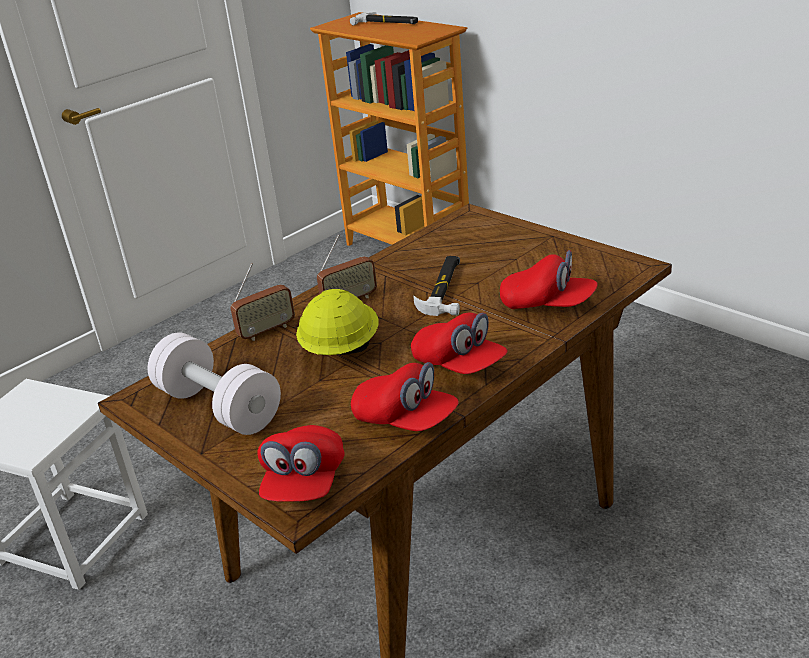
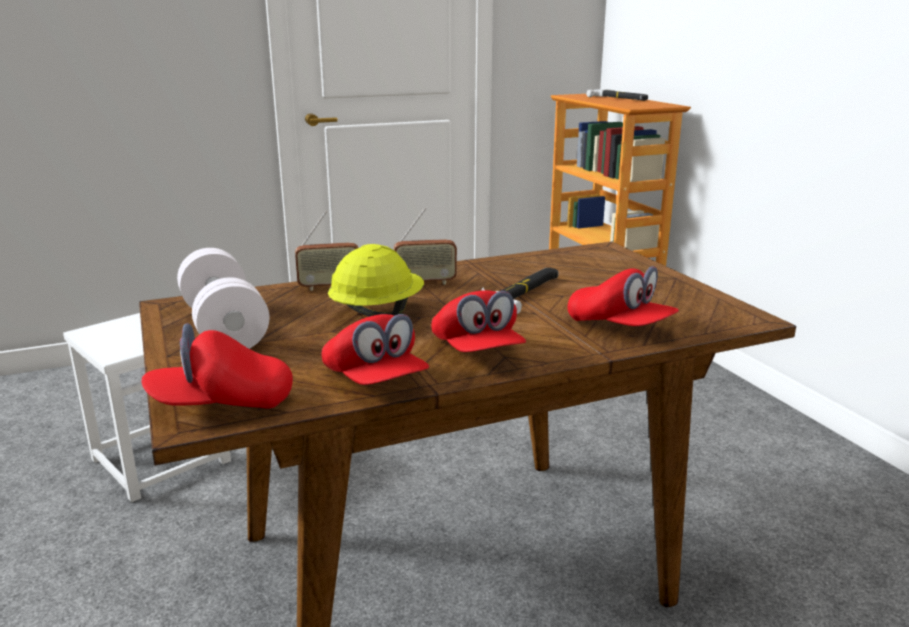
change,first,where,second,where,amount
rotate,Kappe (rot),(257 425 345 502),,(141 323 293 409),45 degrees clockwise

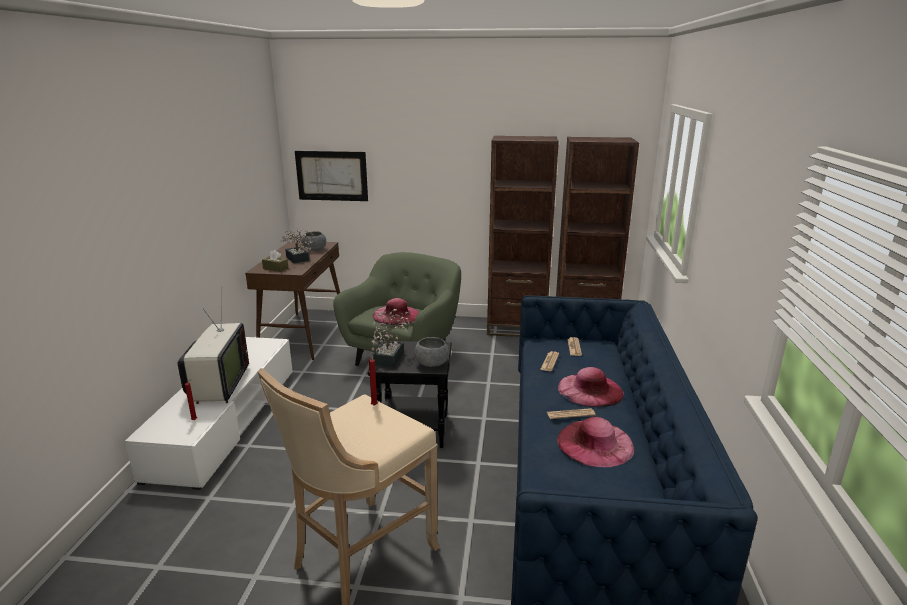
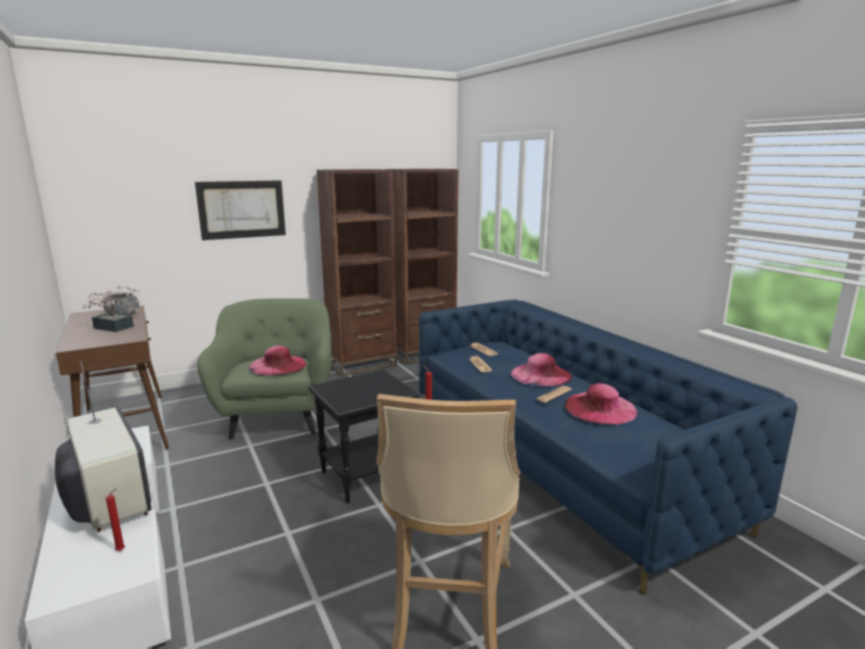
change,first,where,second,where,amount
delete,Taschentuchbox (braun),(262 250 288 272),,,
delete,Topfpflanze,(371 309 410 368),,,
delete,Schüssel (grau),(414 337 449 367),,,
move,Bild,(295 151 368 201),,(195 180 286 240),

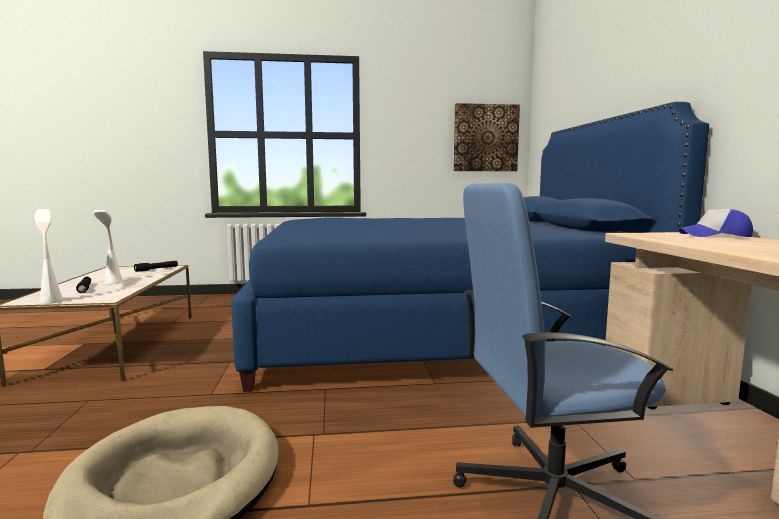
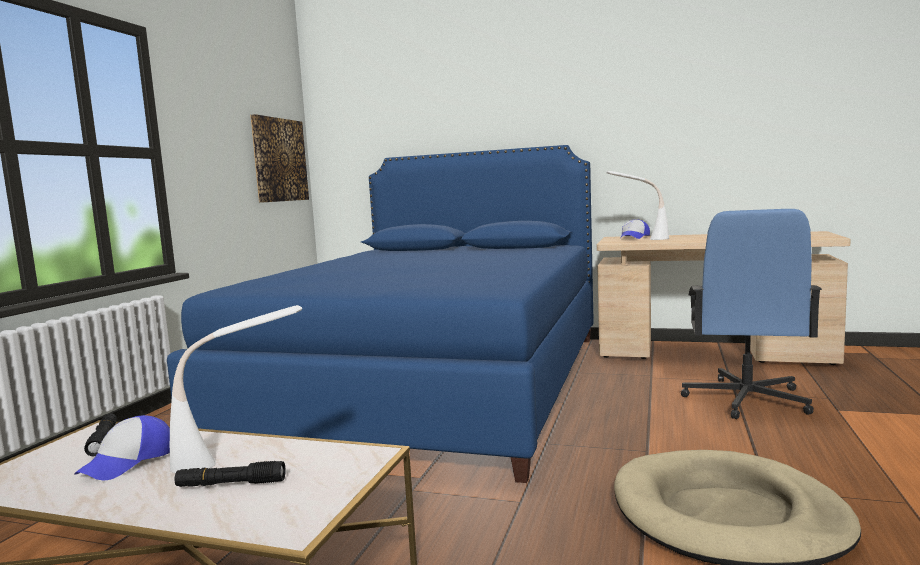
change,first,where,second,where,amount
insert,,,Kappe,(74 415 170 480),
move,Tischlampe (weiß),(35 209 63 304),,(607 171 669 240),

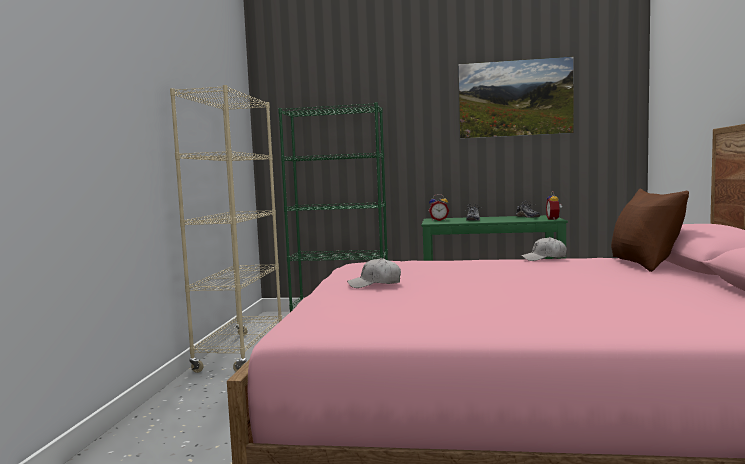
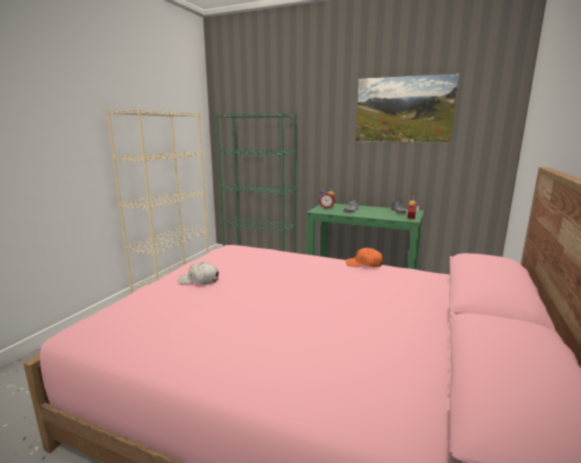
change,first,where,second,where,amount
delete,Kissen (braun),(611 189 689 272),,,
recolor,Kappe (weiß),(521 237 567 261),Kappe (orange),(346 248 383 267),

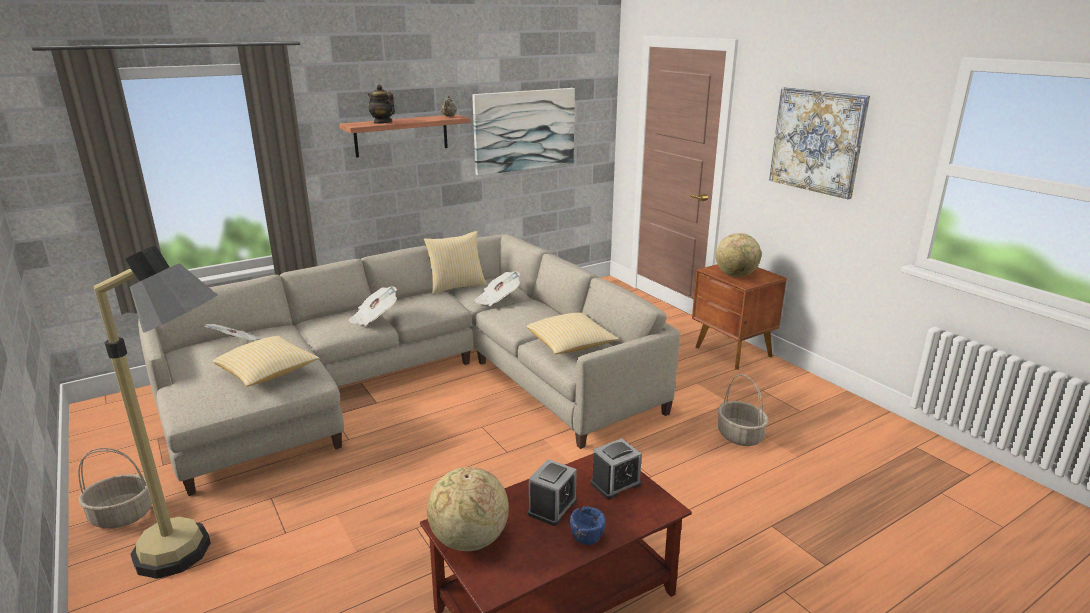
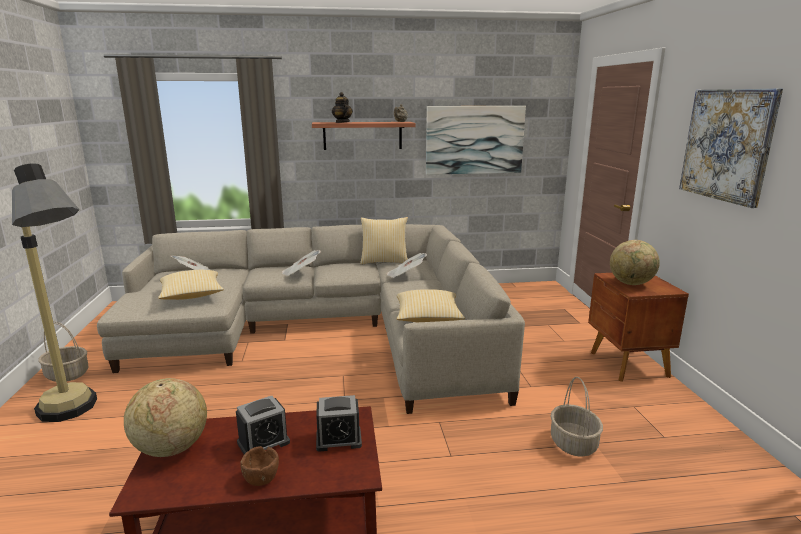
change,first,where,second,where,amount
recolor,Schüssel (blau),(570 506 606 545),Schüssel (braun),(240 446 279 486),

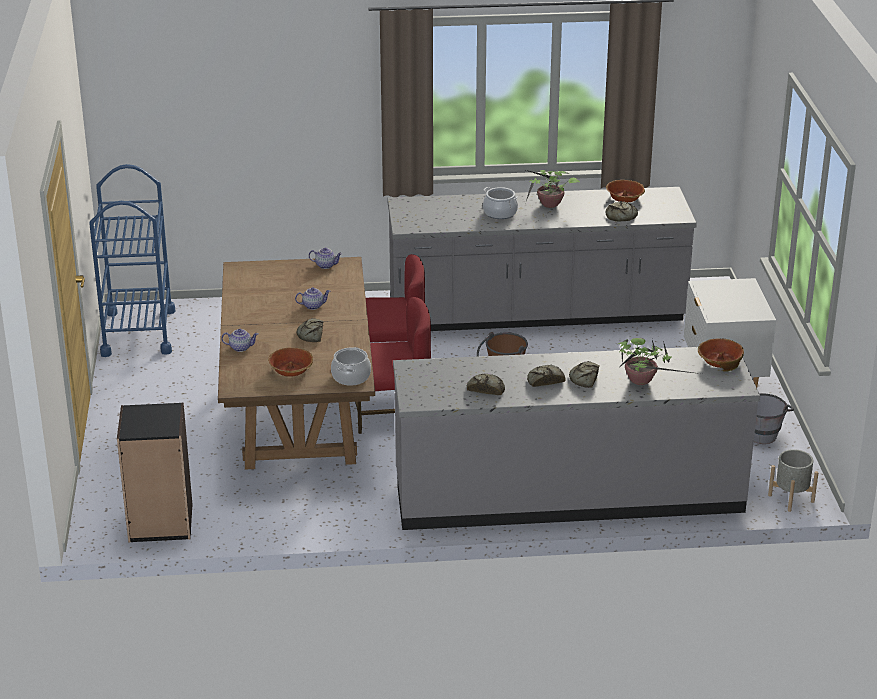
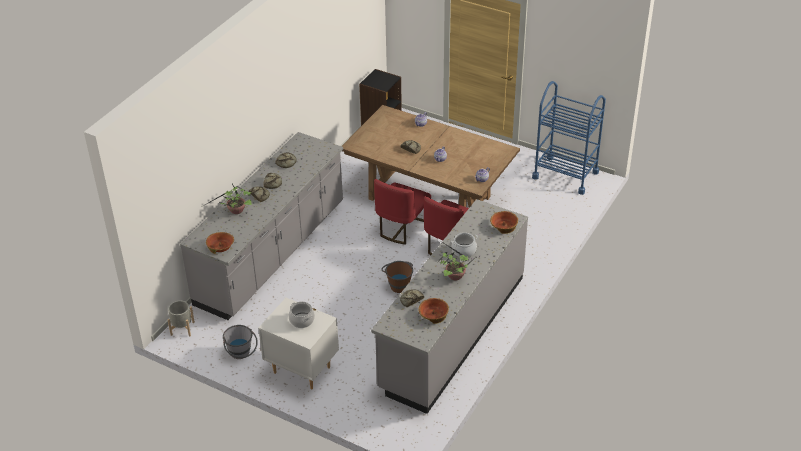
change,first,where,second,where,amount
move,Schüssel,(268 348 313 377),,(490 211 518 234),
move,Kochtopf,(331 347 371 386),,(288 302 315 328),

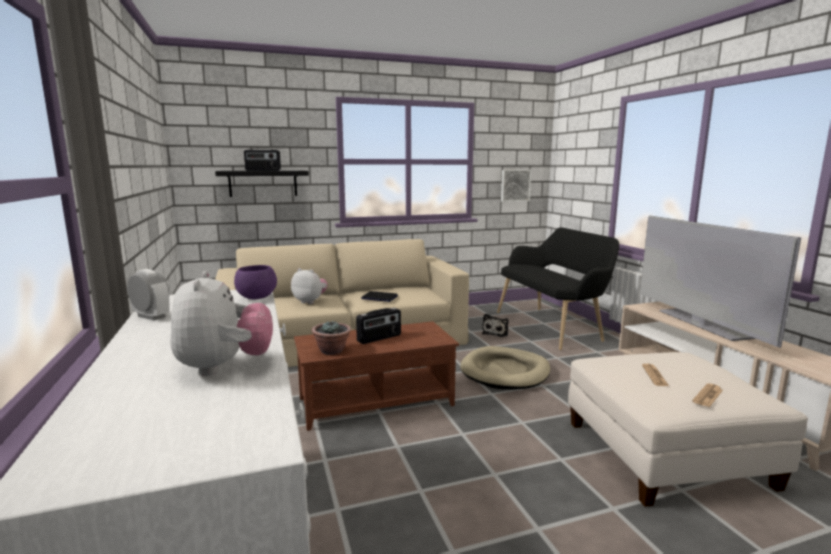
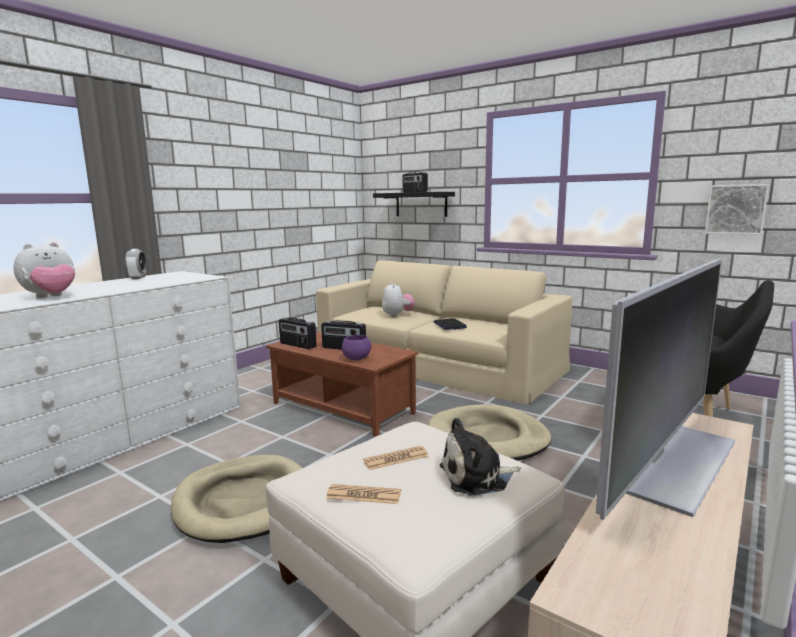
change,first,where,second,where,amount
insert,,,Hundebett (beige),(171 455 302 543),
move,Schüssel (lila),(234 265 277 299),,(342 335 371 360),
move,Plüschtier,(482 314 509 337),,(440 418 521 496),
replace,Topfpflanze,(312 321 351 355),Radio,(279 318 317 349),

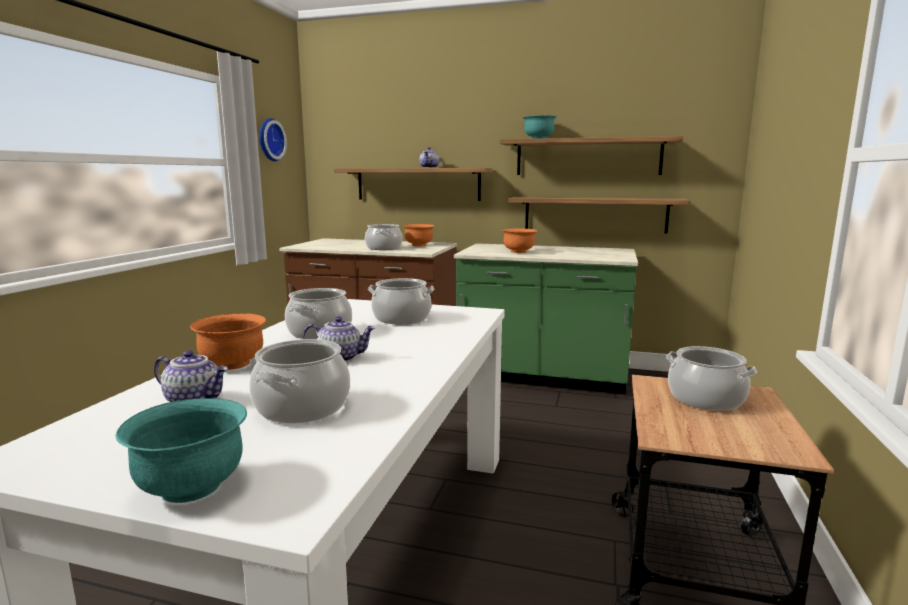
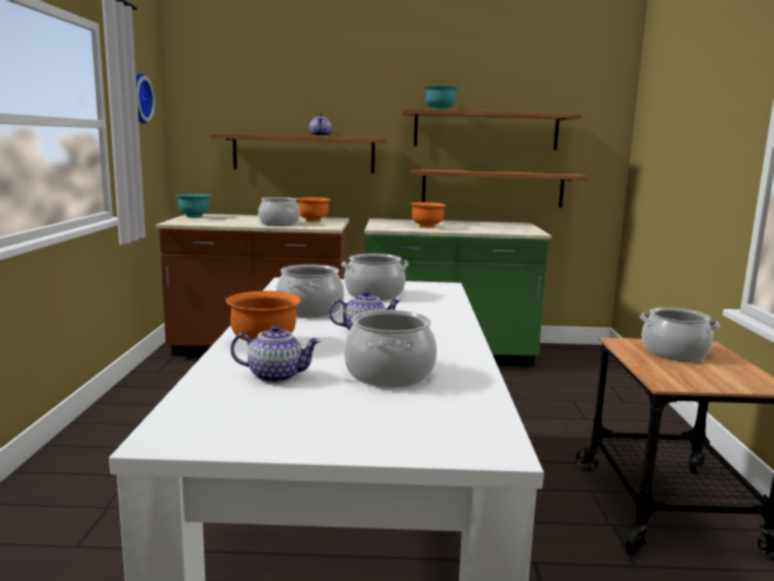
change,first,where,second,where,amount
move,Schüssel (türkis),(115 398 247 503),,(176 194 211 218),

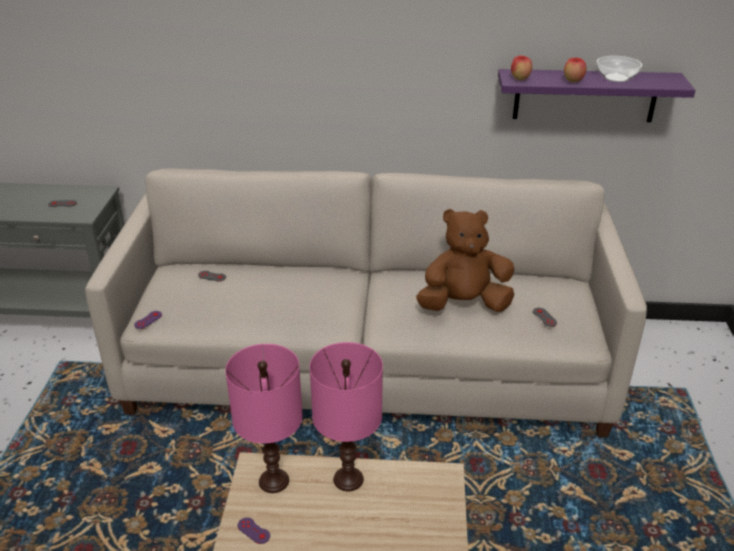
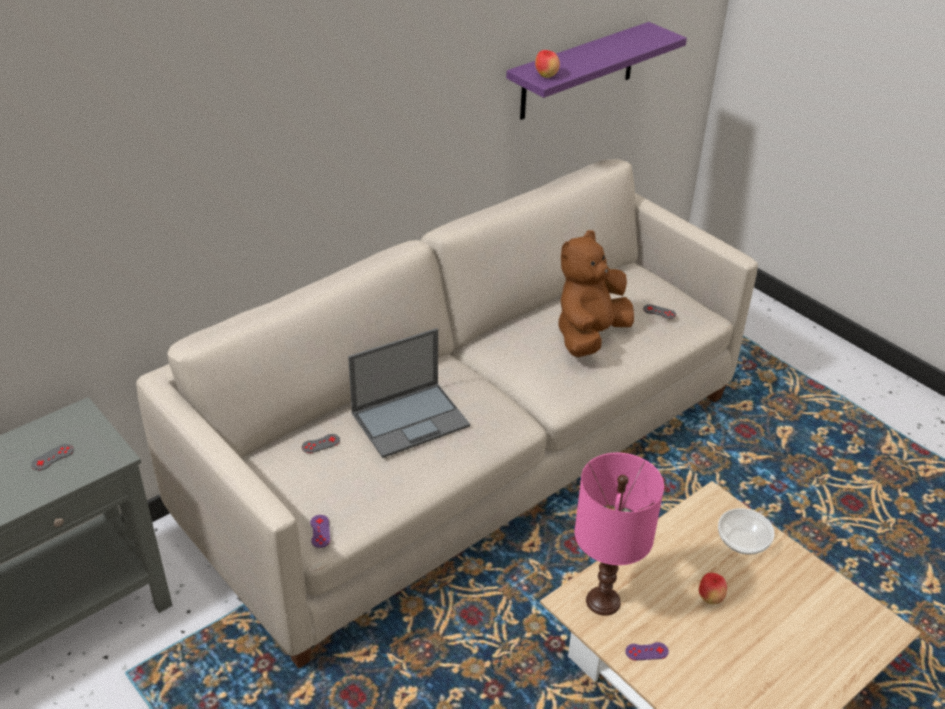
change,first,where,second,where,amount
delete,Tischlampe (rosa),(310 342 383 491),,,
insert,,,Laptop,(348 328 470 458),
move,Apfel,(564 57 586 82),,(699 573 727 604),
move,Schüssel,(596 56 642 82),,(718 508 775 555),

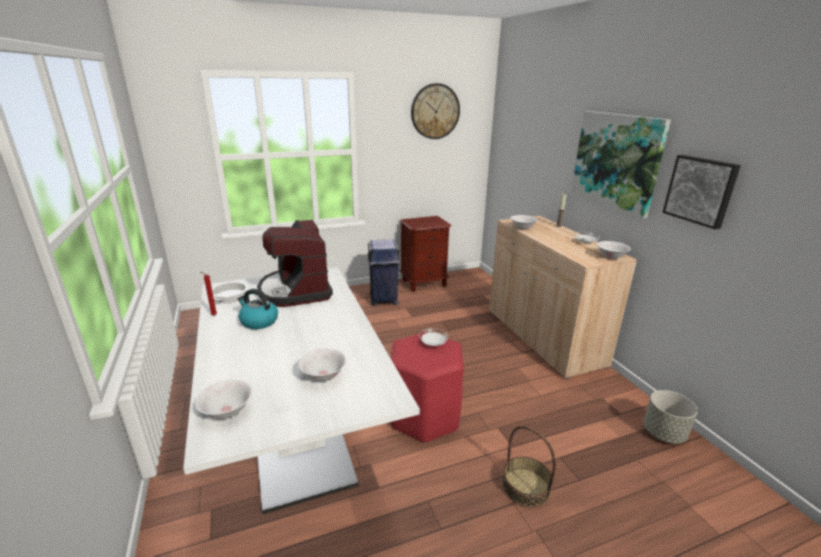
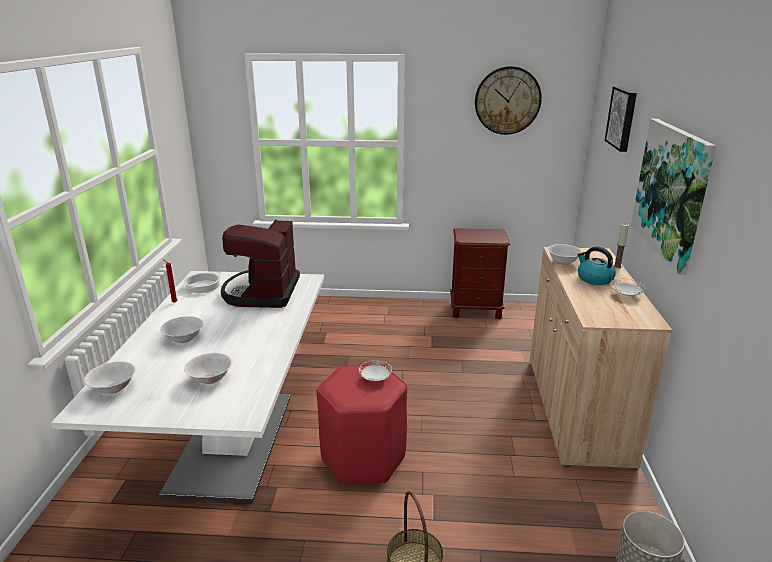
change,first,where,second,where,amount
delete,Mülleimer (blau),(368 239 400 306),,,
move,Wasserkessel,(238 289 278 329),,(577 247 616 285),
move,Schüssel (weiß),(597 241 631 259),,(160 316 203 343),
move,Bild,(662 155 741 230),,(605 86 637 152),

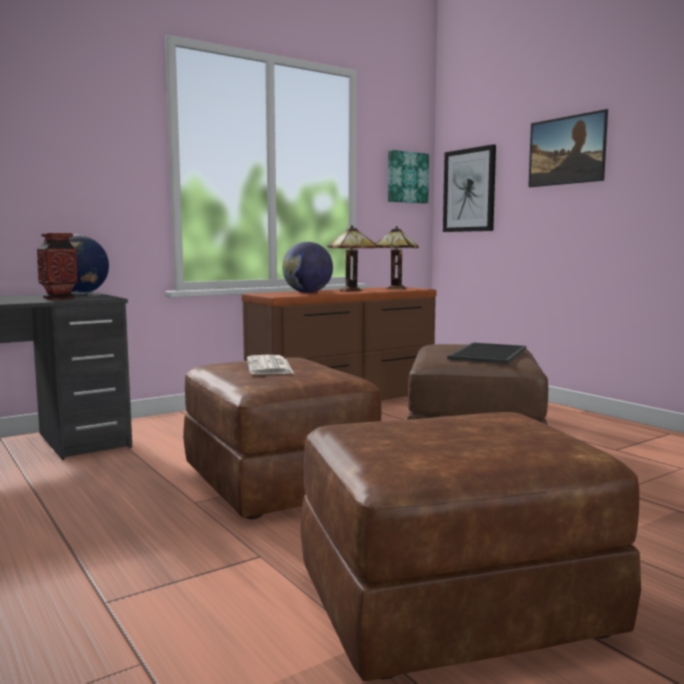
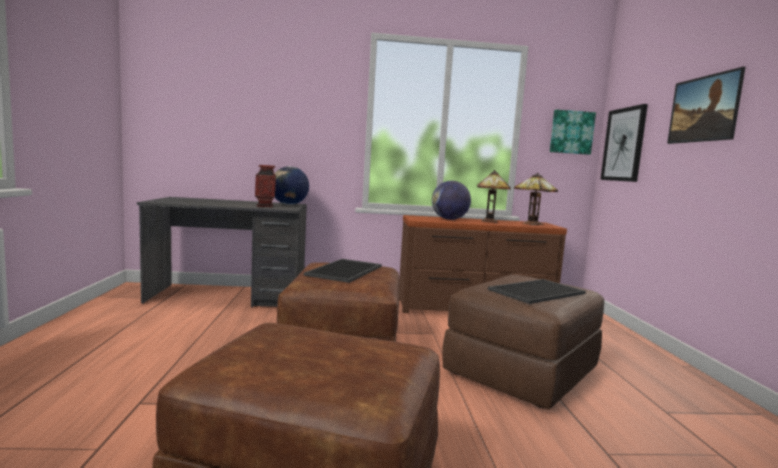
change,first,where,second,where,amount
replace,Zeitung,(247 355 294 375),Tablett,(304 259 382 283),

